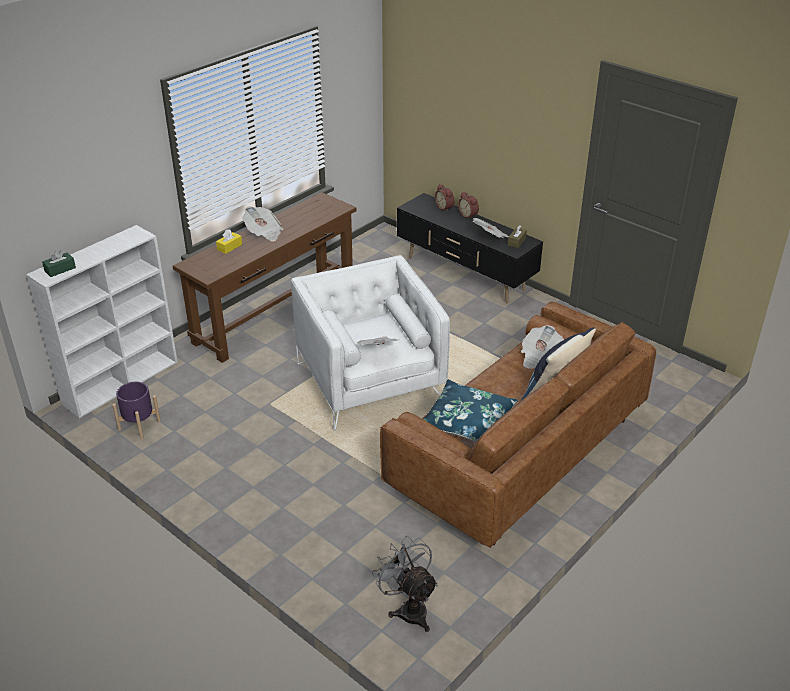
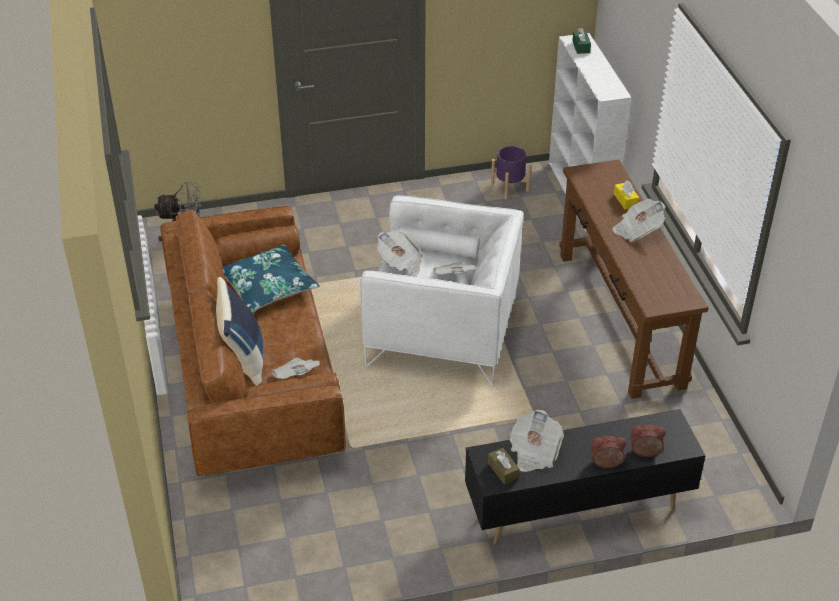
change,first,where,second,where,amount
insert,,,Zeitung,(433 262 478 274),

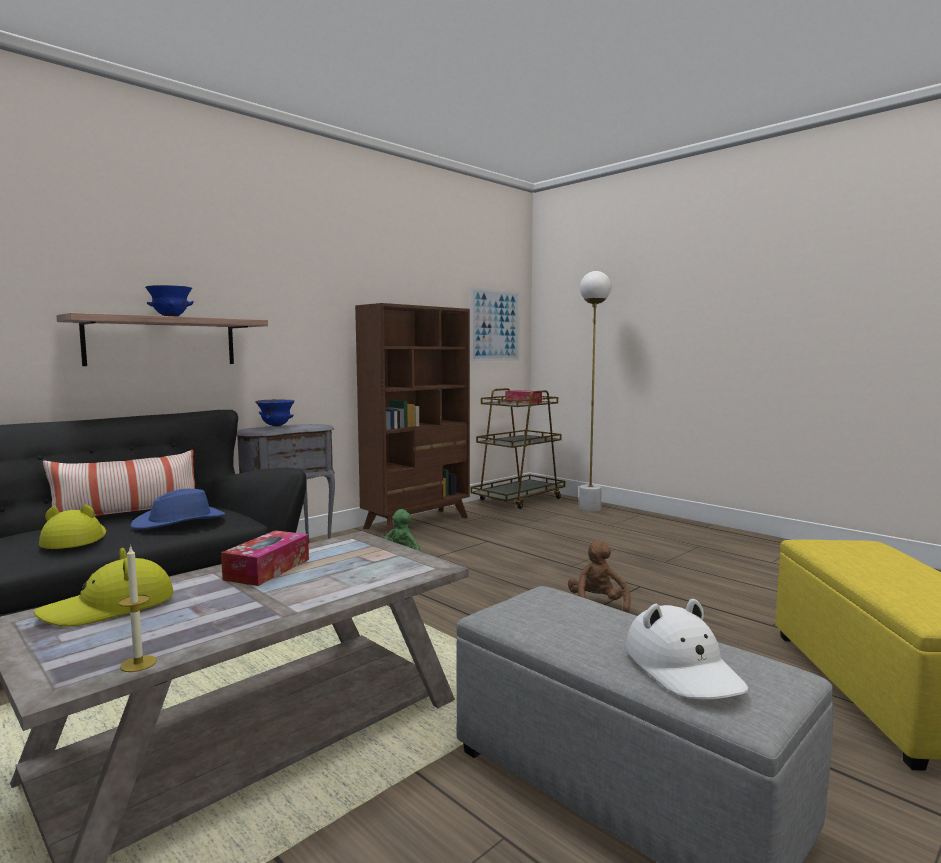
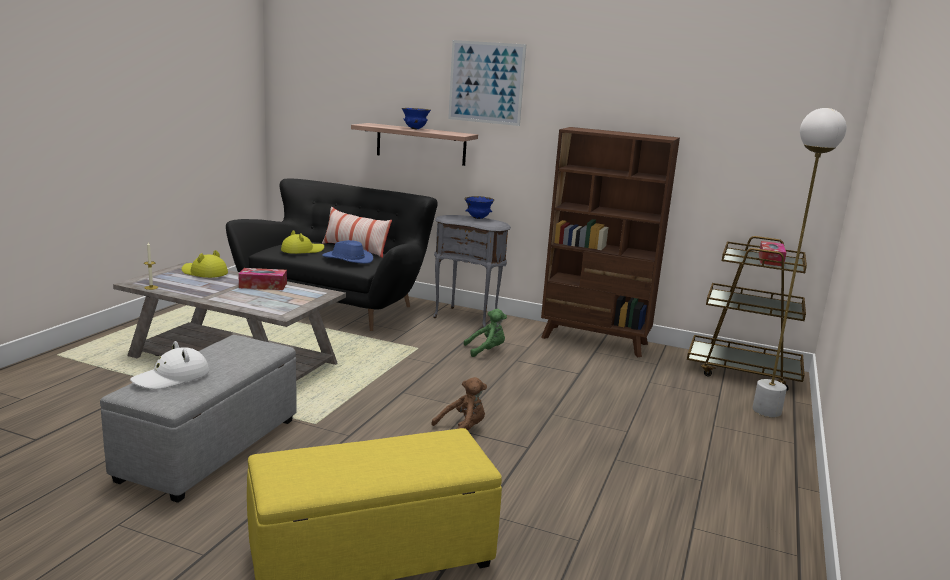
change,first,where,second,where,amount
move,Bild,(470 287 520 361),,(448 40 526 126),

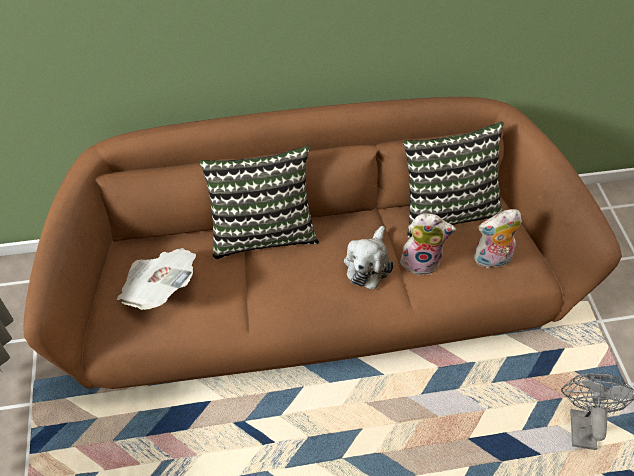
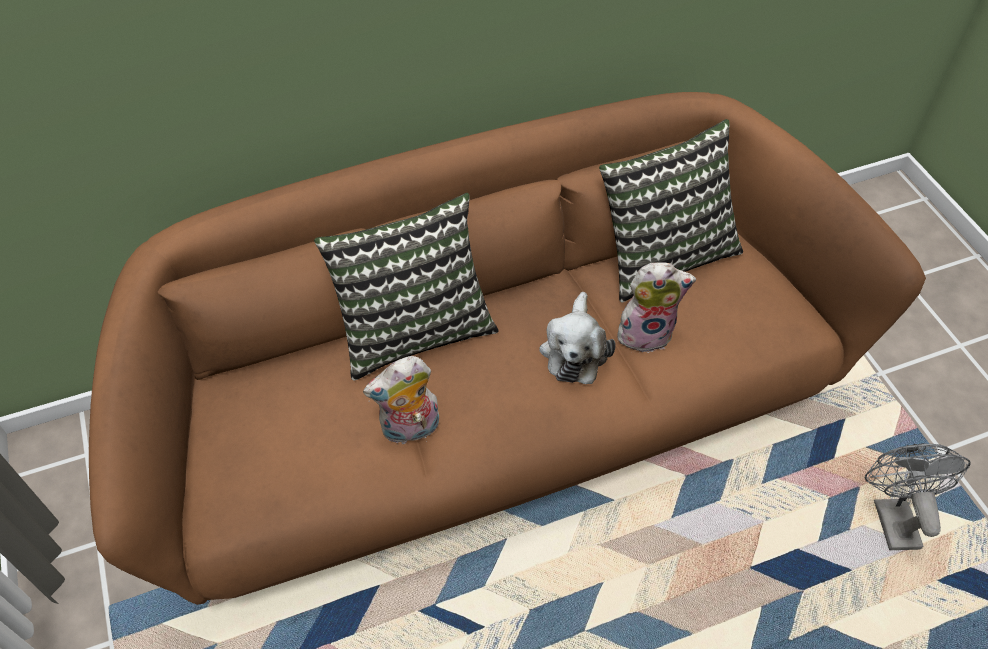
change,first,where,second,where,amount
delete,Zeitung,(116 248 196 310),,,
move,Plüschtier,(474 209 522 270),,(363 356 439 445),

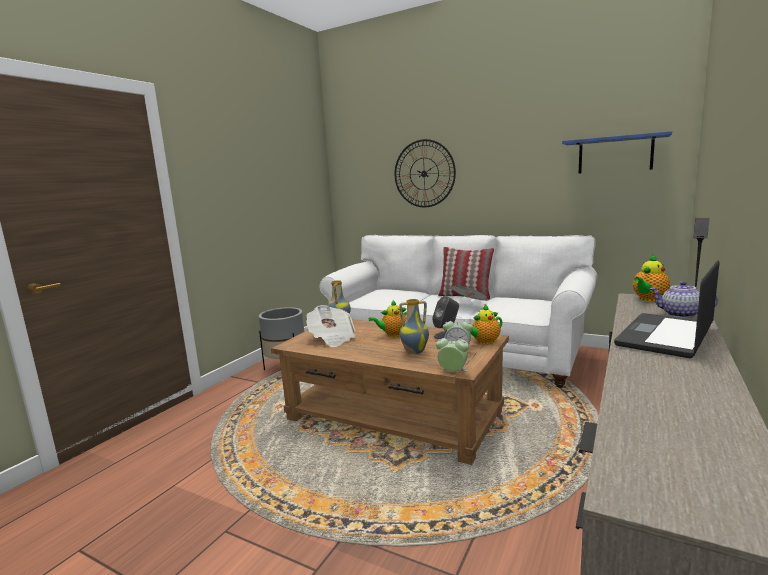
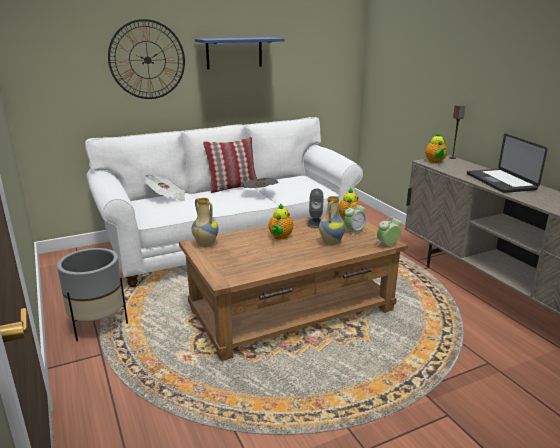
change,first,where,second,where,amount
delete,Teekanne,(649 281 718 318),,,
move,Zeitung,(306 305 356 347),,(144 174 185 201),
move,Wandregal (blau),(562 131 672 174),,(195 37 284 69),

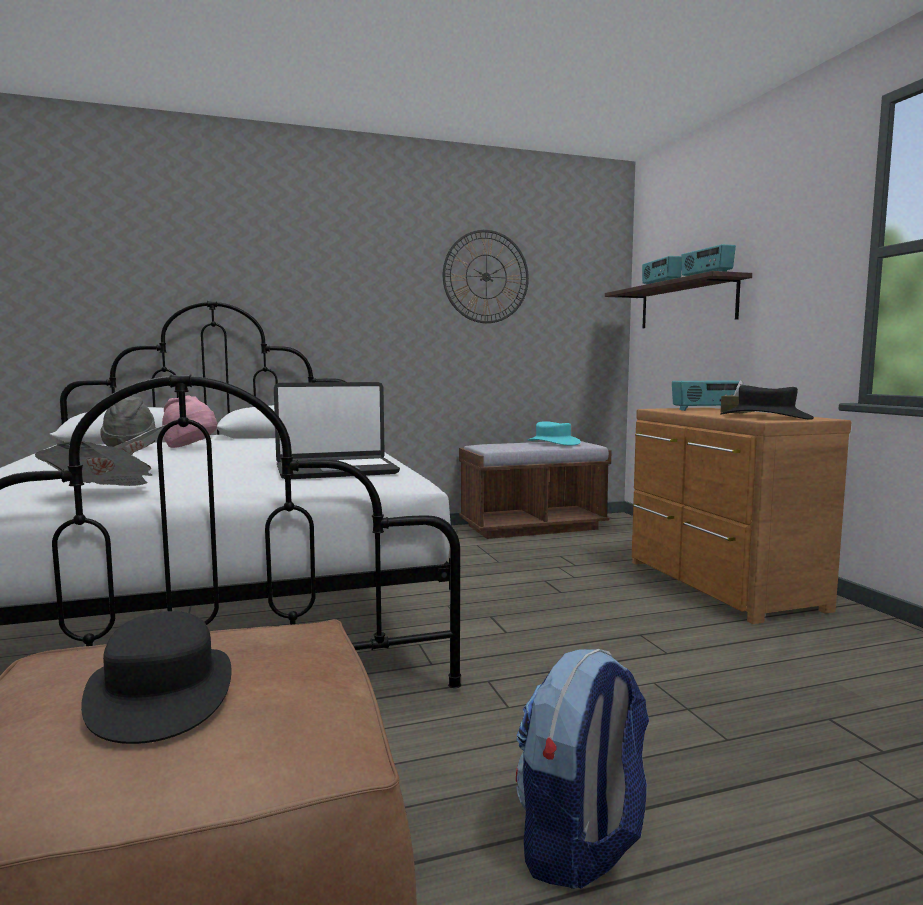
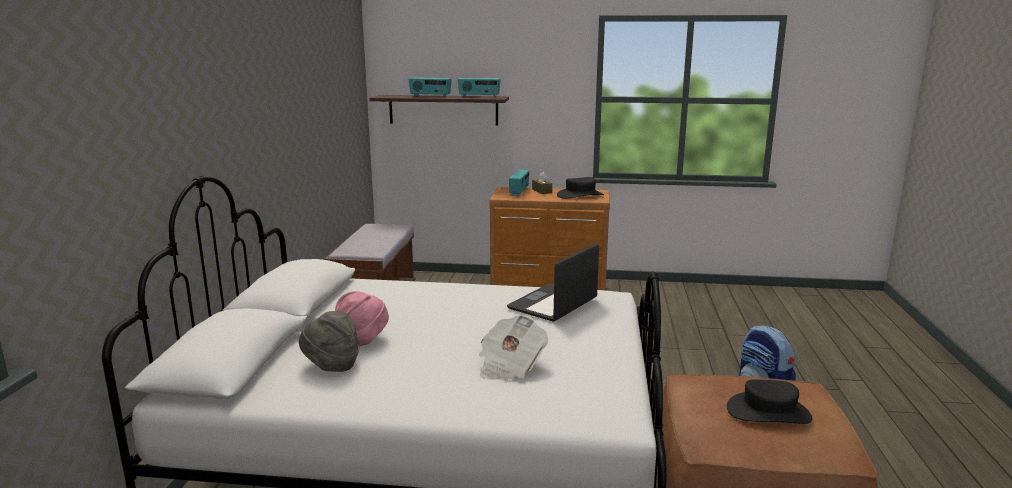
change,first,where,second,where,amount
delete,Zeitung,(35 441 152 486),,,
delete,Wanduhr,(443 230 529 323),,,
delete,Hut (türkis),(527 421 581 445),,,
rotate,Laptop,(274 382 400 479),,(507 244 599 322),150 degrees counterclockwise

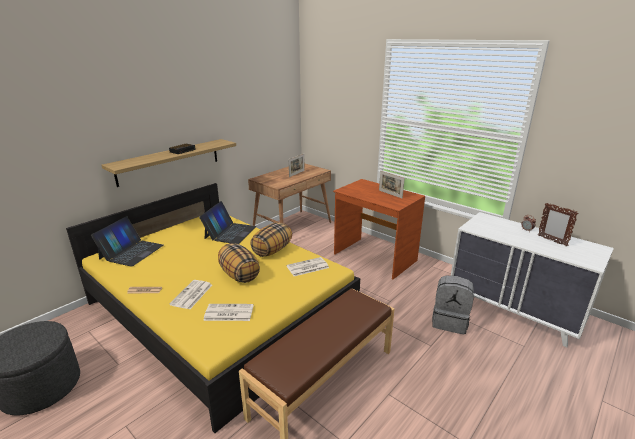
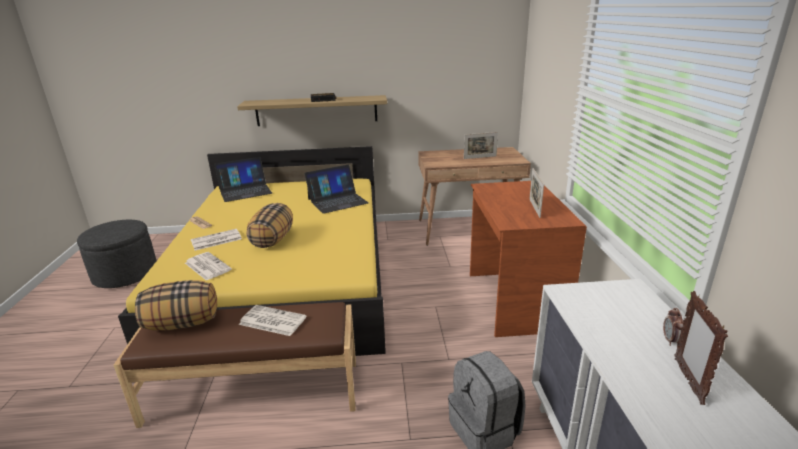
change,first,where,second,where,amount
move,Kissen,(250 222 292 257),,(135 280 217 330),
move,Zeitung,(287 257 329 276),,(239 305 306 336),

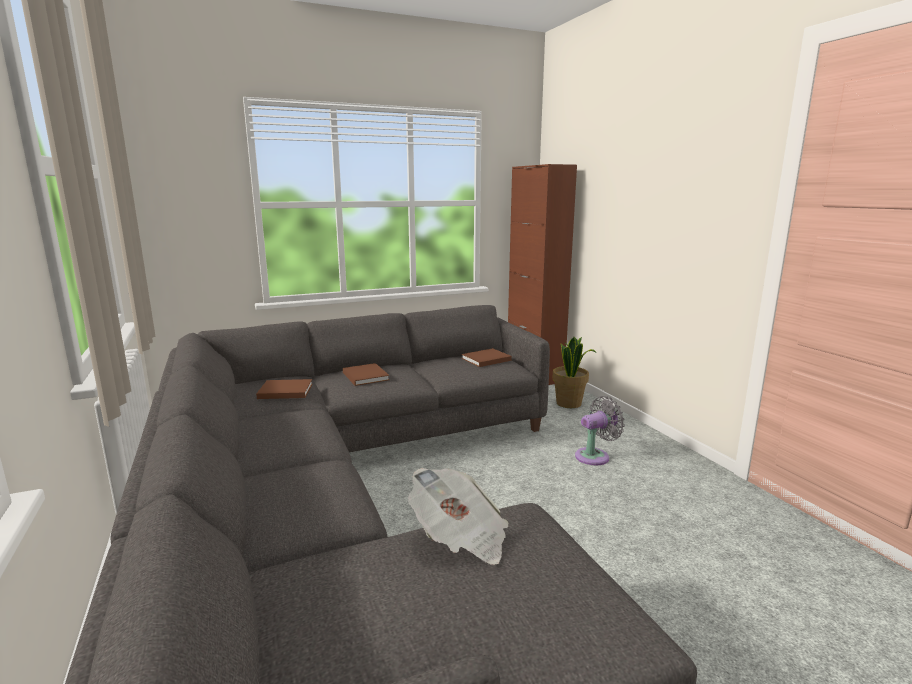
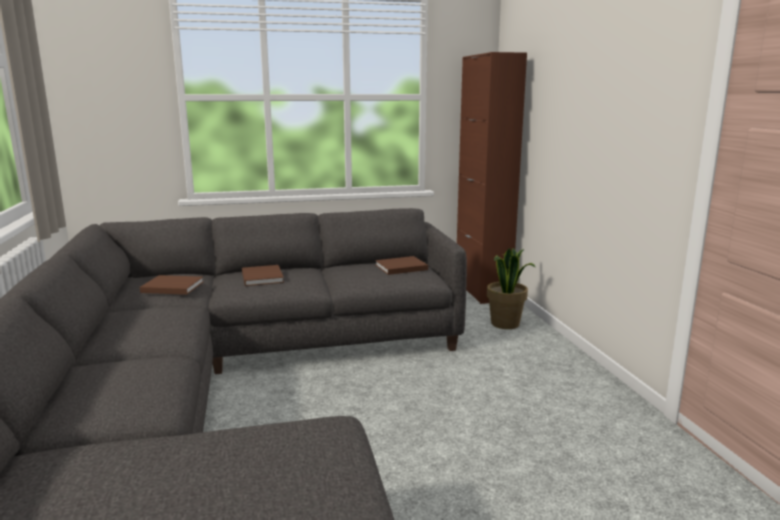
change,first,where,second,where,amount
delete,Zeitung,(408 468 509 565),,,
delete,Ventilator (grau),(575 396 625 465),,,

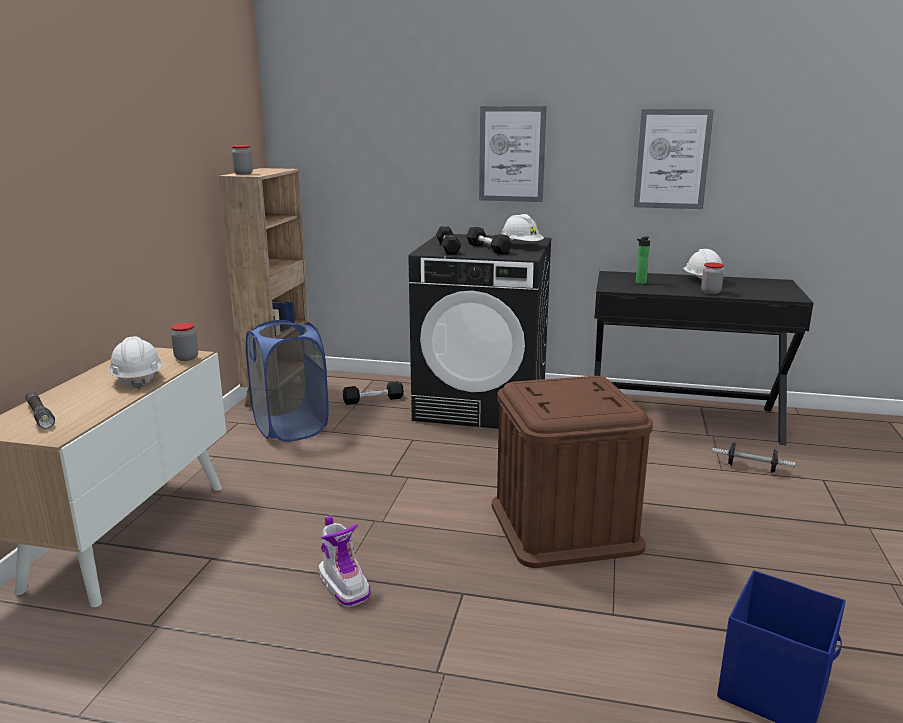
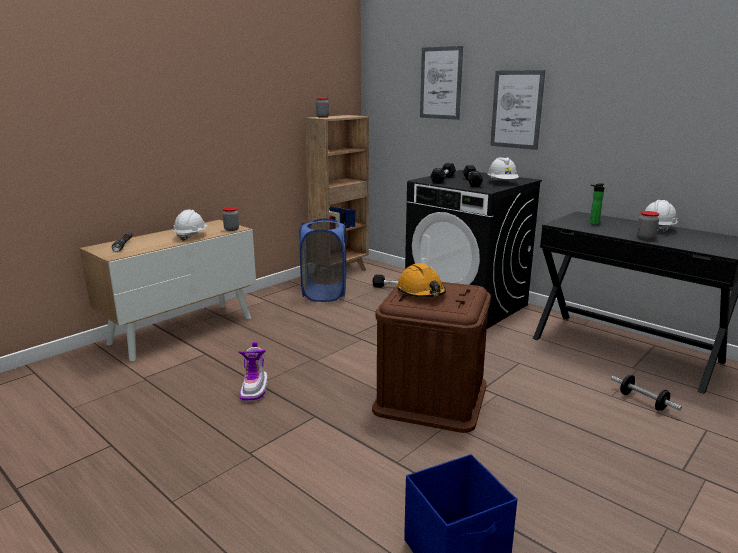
change,first,where,second,where,amount
insert,,,Schutzhelm (orange),(397 263 446 297),
move,Bild,(634 109 714 209),,(420 46 463 120),

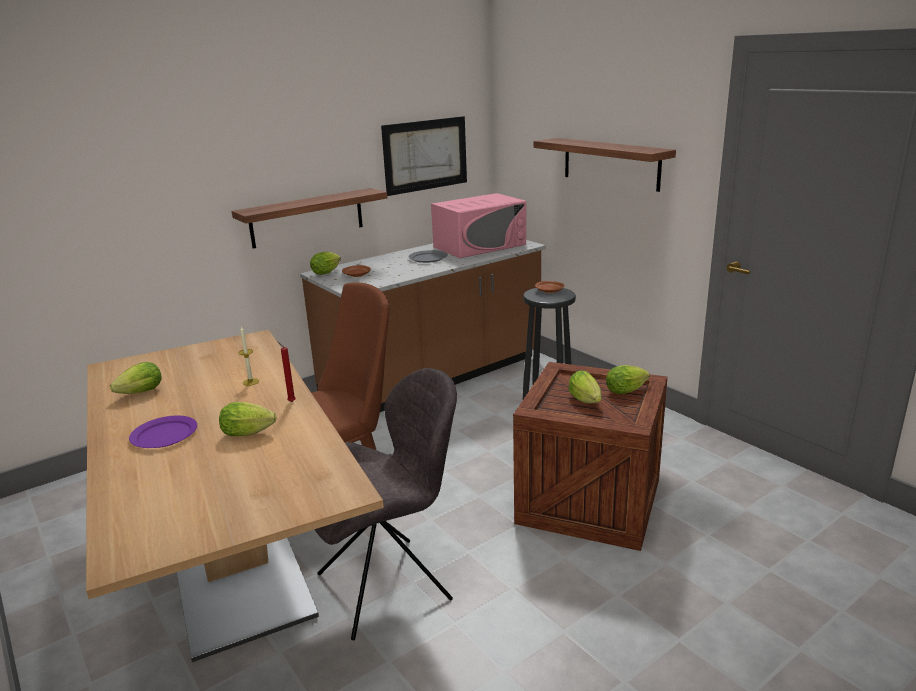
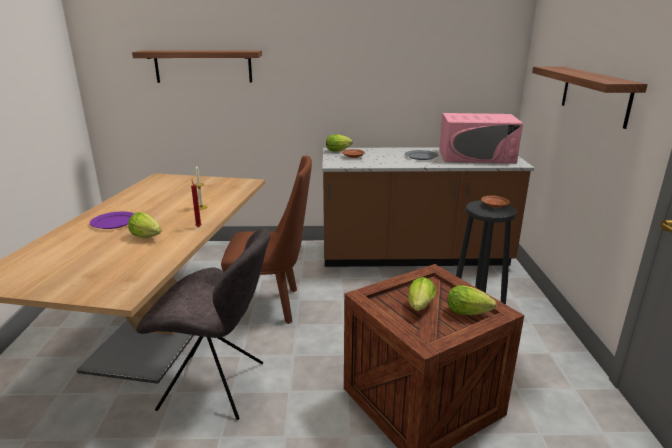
change,first,where,second,where,amount
delete,Salatkopf,(110 362 162 394),,,
delete,Bild,(381 116 467 196),,,
move,Wandregal,(232 188 388 249),,(132 50 262 83),

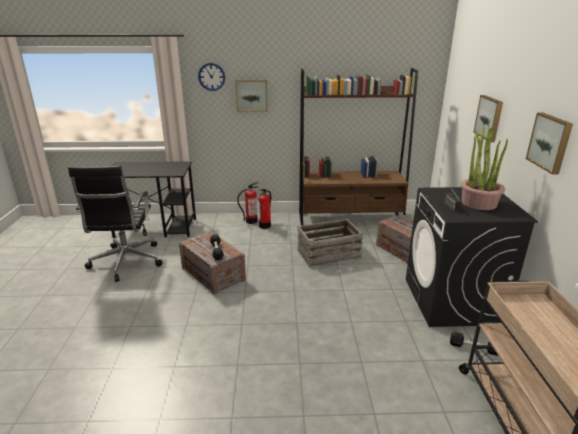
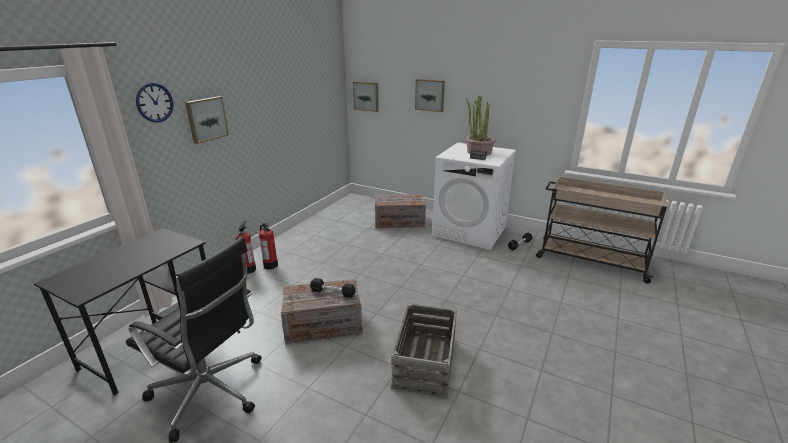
change,first,where,second,where,amount
delete,Bücherregal (braun),(299 68 418 225),,,
move,Kiste,(297 219 363 268),,(391 303 457 398),
move,Bild,(526 113 573 175),,(353 81 379 112),
recolor,Waschmaschine (schwarz),(406 187 538 327),Waschmaschine (weiß),(432 142 516 250),

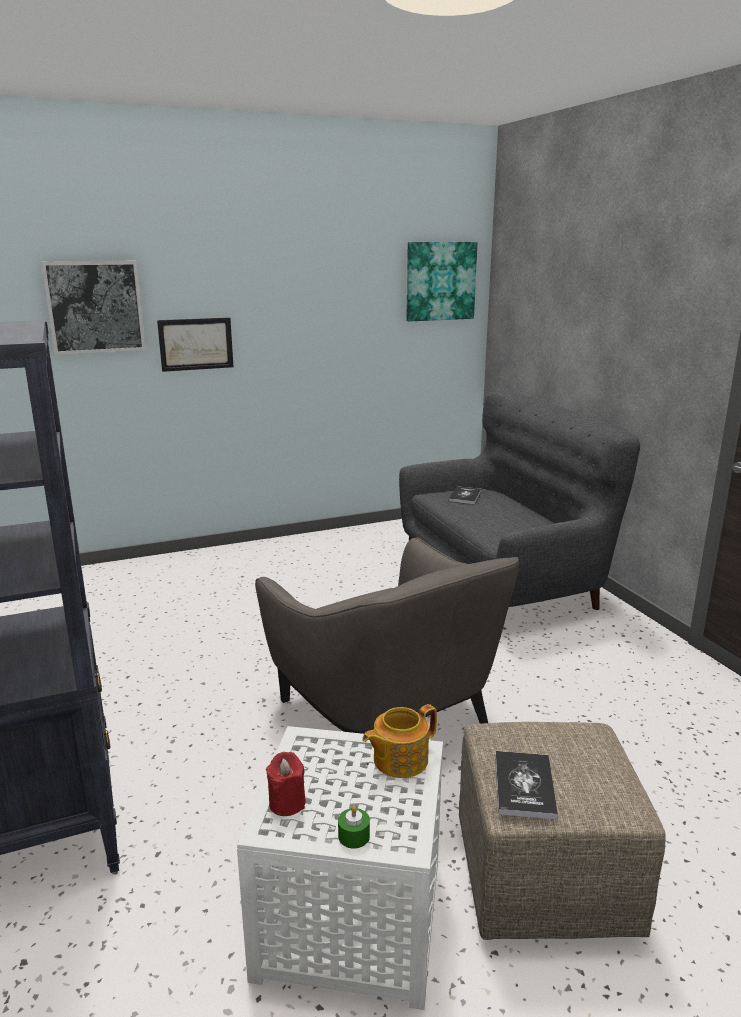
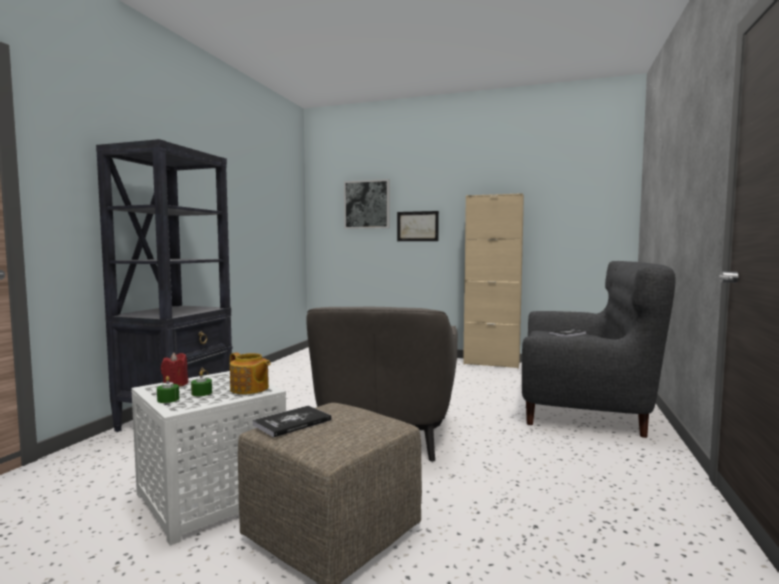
change,first,where,second,where,amount
delete,Bild,(406 242 477 322),,,
insert,,,Kerze (grün),(191 371 212 396),
insert,,,Schrank (beige),(463 193 524 369),
rotate,Teekanne,(362 704 437 778),,(230 353 270 394),150 degrees counterclockwise

